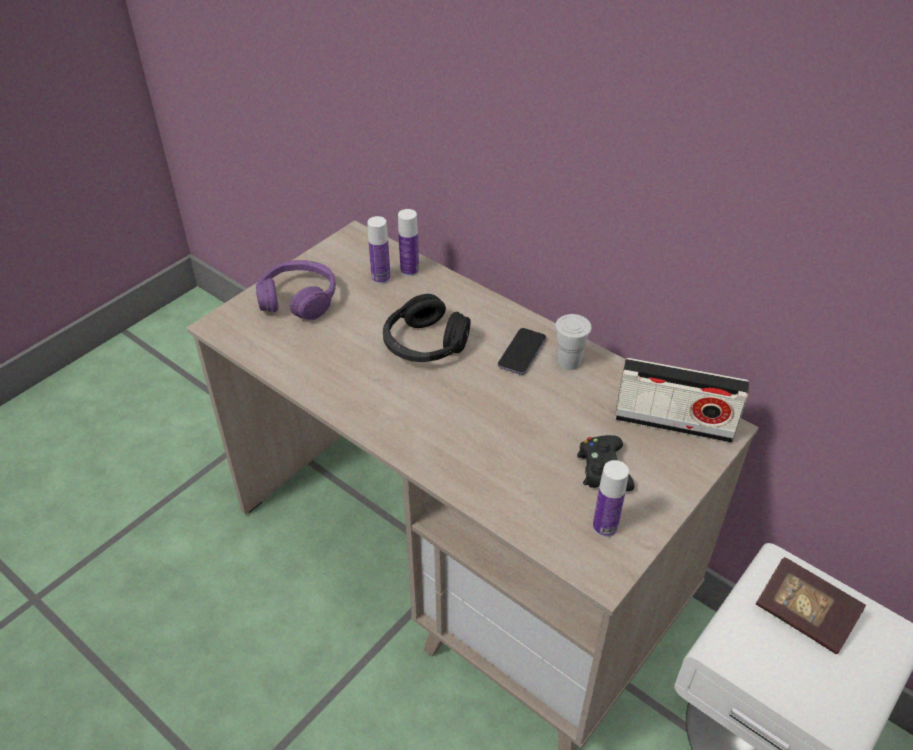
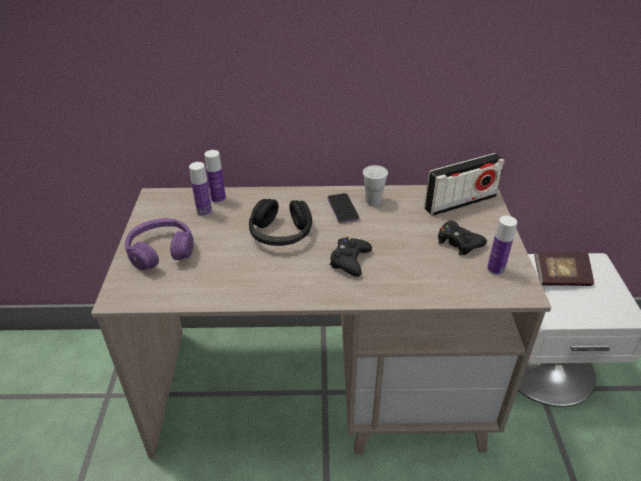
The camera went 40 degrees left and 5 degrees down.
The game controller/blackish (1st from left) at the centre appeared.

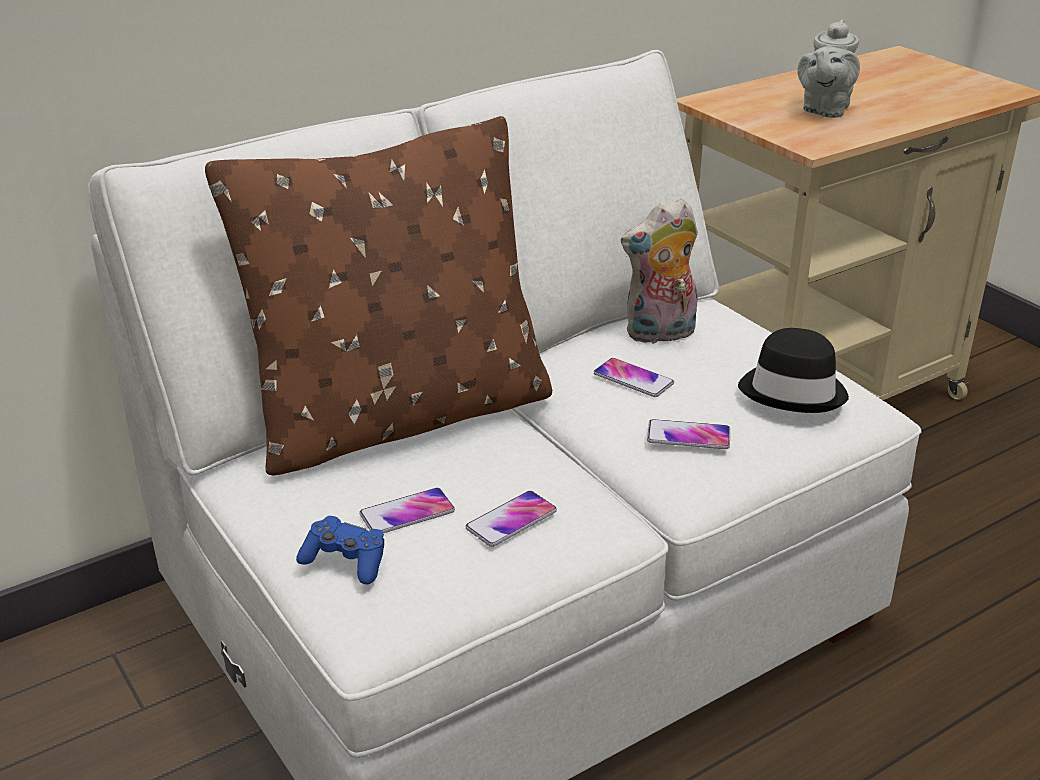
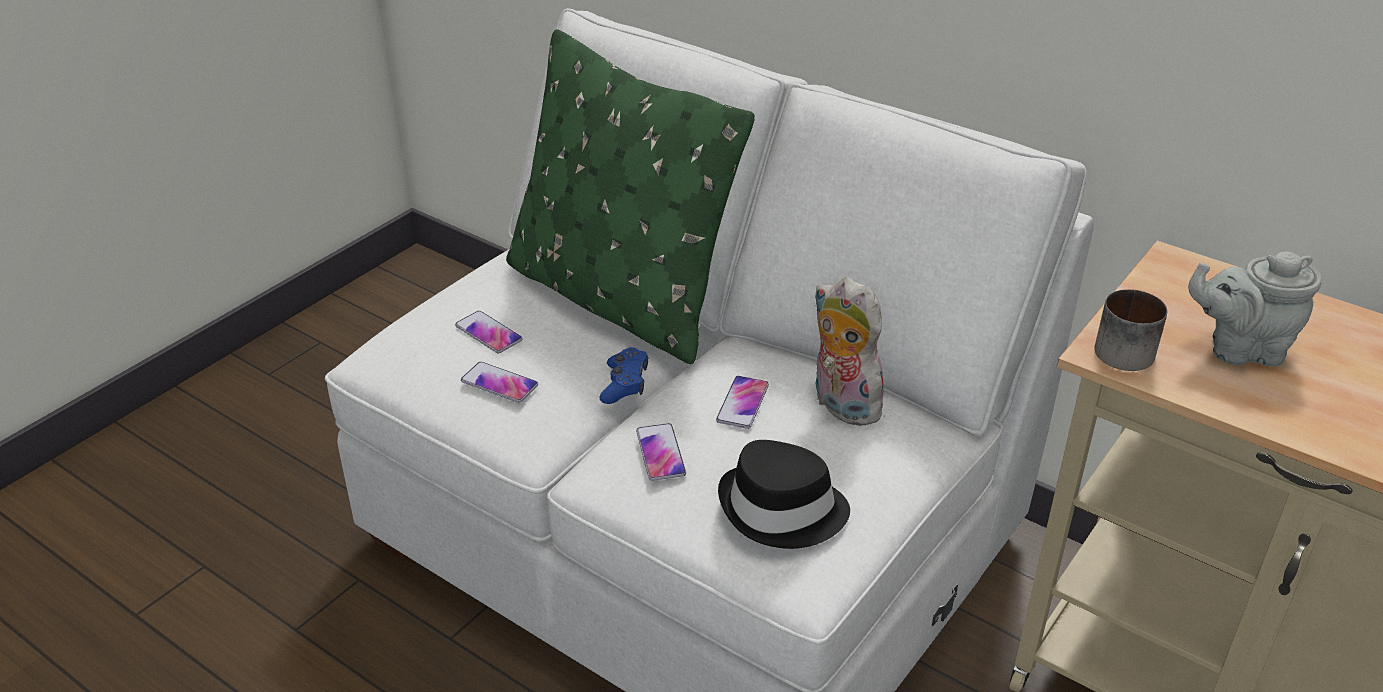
The camera went 70 degrees right and 5 degrees up.
The tea mug at the middle right appeared.
The game controller/bluish moved from the bottom left to the centre.
The pillow/brown-coloured at the centre became the pillow/greenish at the top centre.

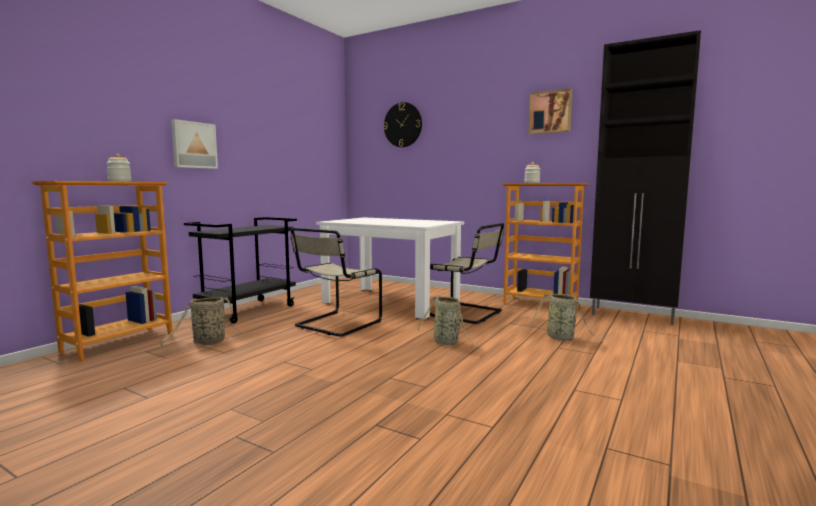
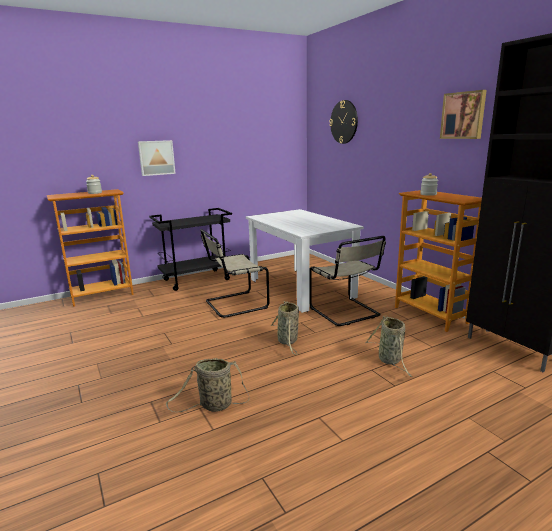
The camera went 30 degrees right and 10 degrees up.
The basket (1st from left) moved from the middle left to the bottom centre.

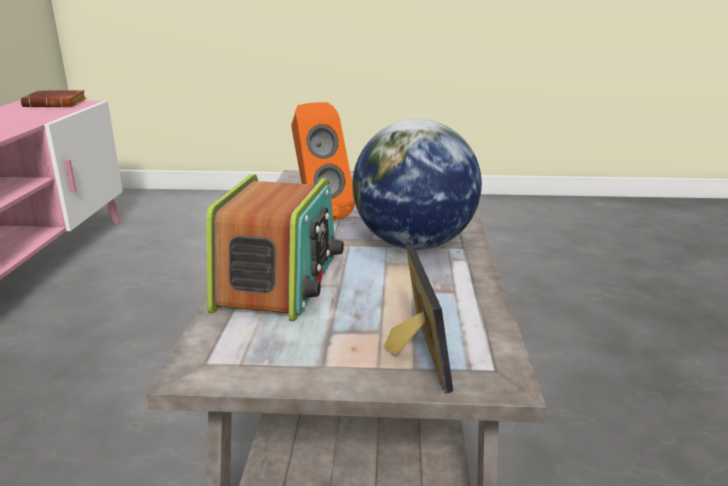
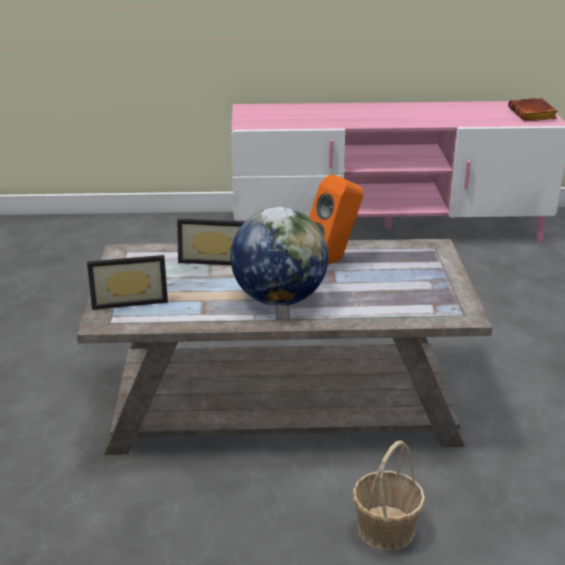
The camera went 85 degrees right and 5 degrees up.
The basket at the bottom right appeared.
The radio set at the centre was replaced by the standing frame (2nd from left) at the centre.

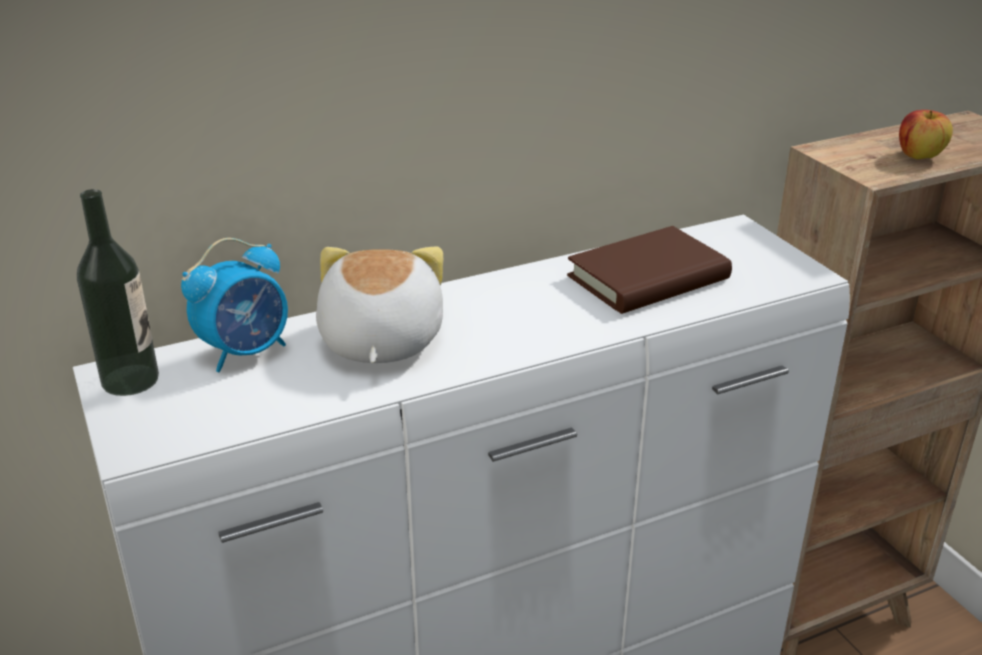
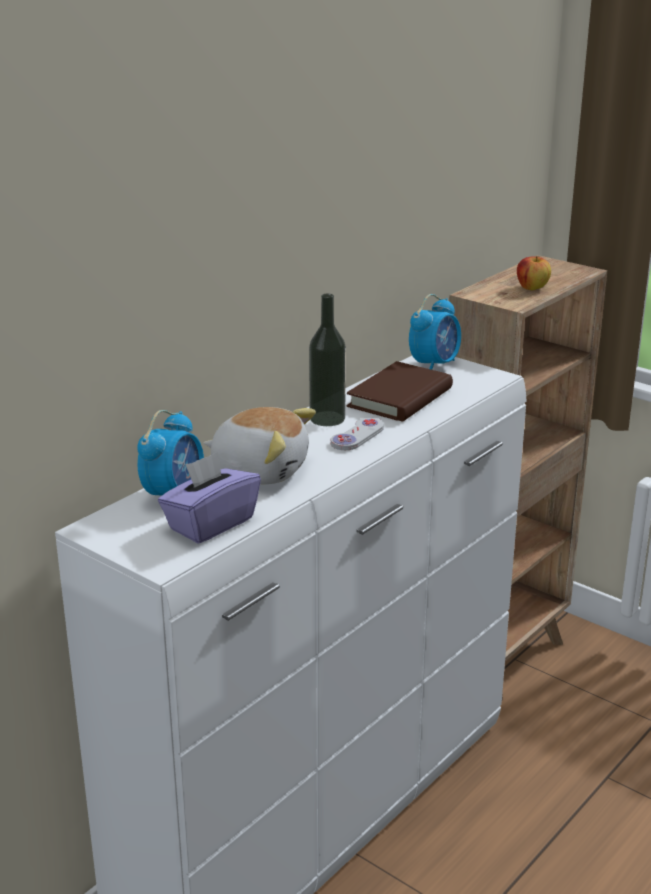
The camera went 25 degrees left and 5 degrees down.
The tissue holder/purple-coloured at the middle left appeared.
The game controller/whitish at the centre appeared.
The bedside clock (2nd from left) at the middle right appeared.
The bottle moved from the middle left to the centre.
The cuddly toy at the centre turned 135 degrees clockwise.

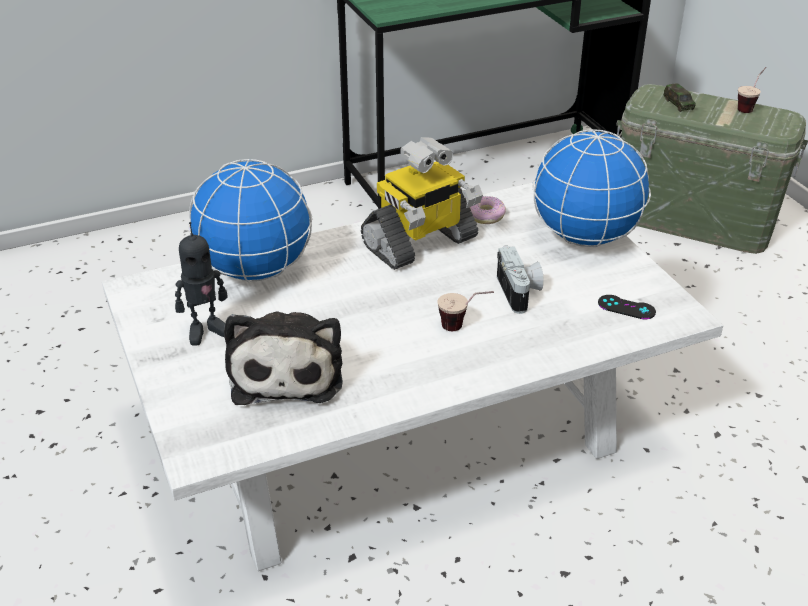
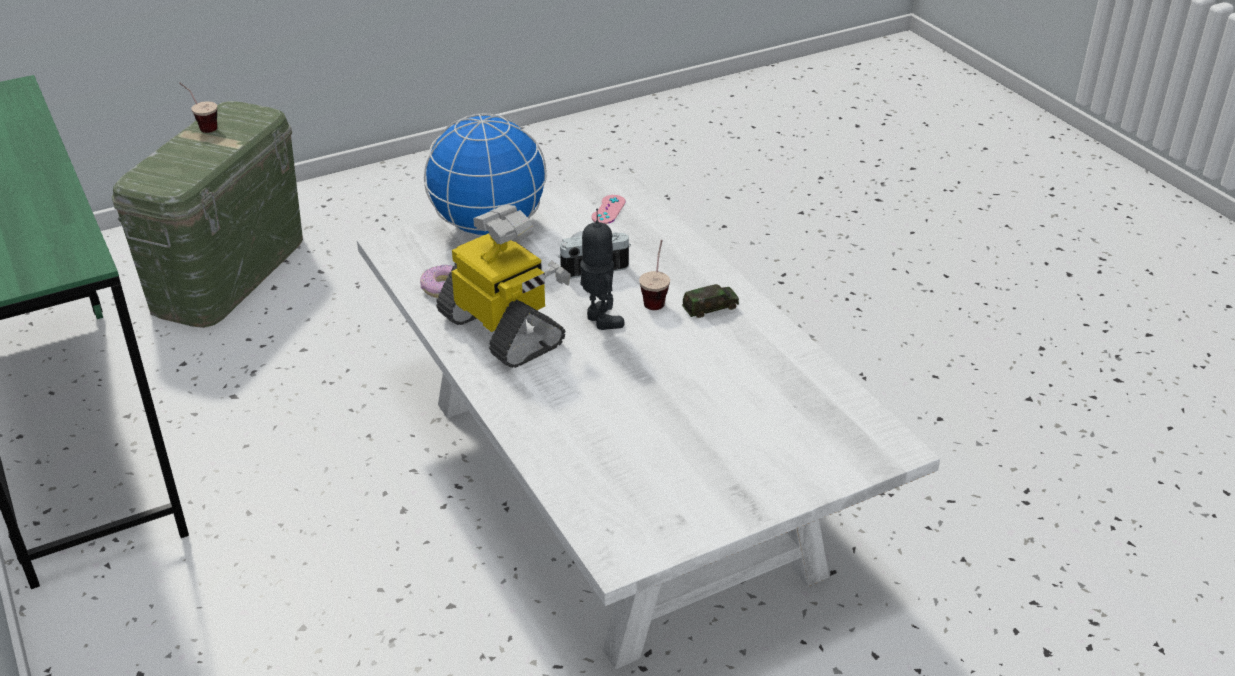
The camera went 95 degrees left and 0 degrees up.
The desk globe (1st from left) at the middle left disappeared.
The cuddly toy at the centre disappeared.
The toy robot (1st from left in the first image) moved from the middle left to the centre.
The miniature car moved from the top right to the centre.
The game controller/blackish at the middle right became the game controller/pink-coloured at the top centre.

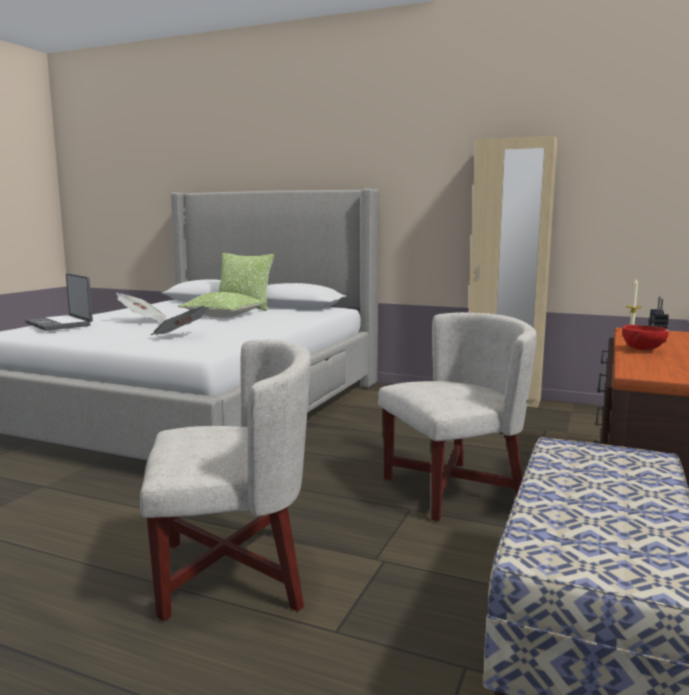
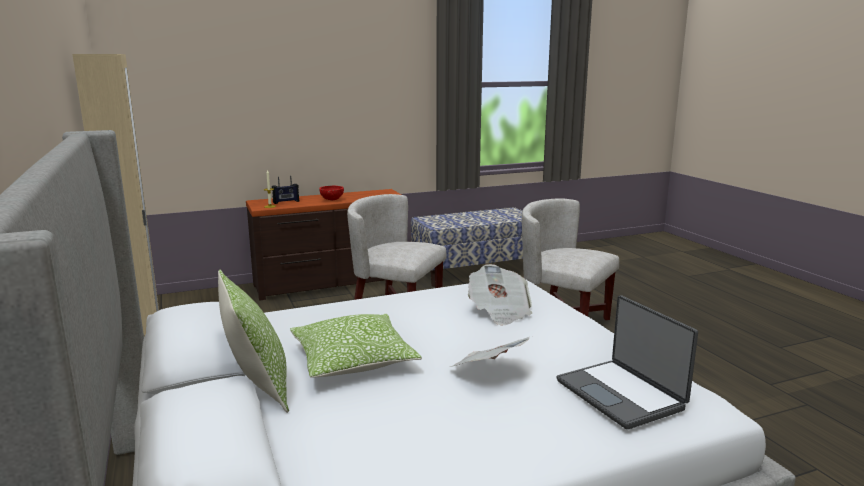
The camera went 135 degrees left and 5 degrees up.
The portable computer at the middle left turned 150 degrees clockwise.

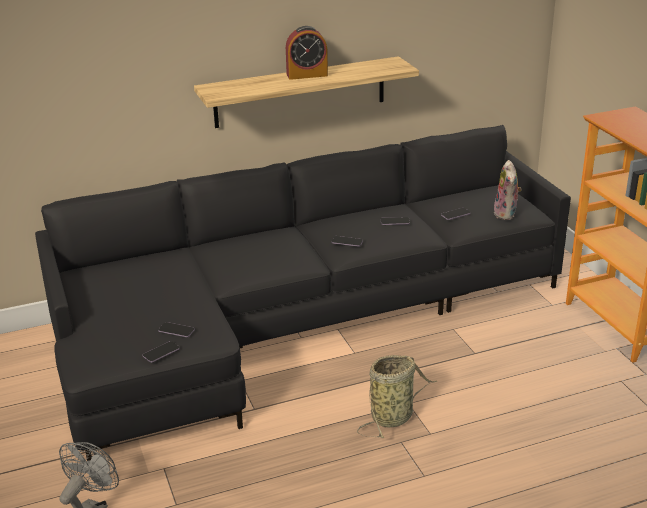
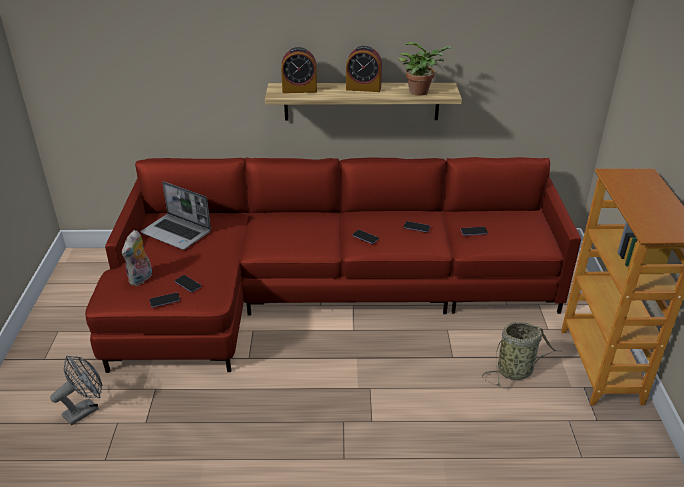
The camera went 20 degrees right and 5 degrees up.
The portable computer at the middle left appeared.
The bedside clock (1st from left) at the top centre appeared.
The potted plant at the top centre appeared.
The basket moved from the bottom centre to the bottom right.
The cuddly toy moved from the middle right to the middle left.
The sofa/blackish at the centre became the sofa/red at the centre.

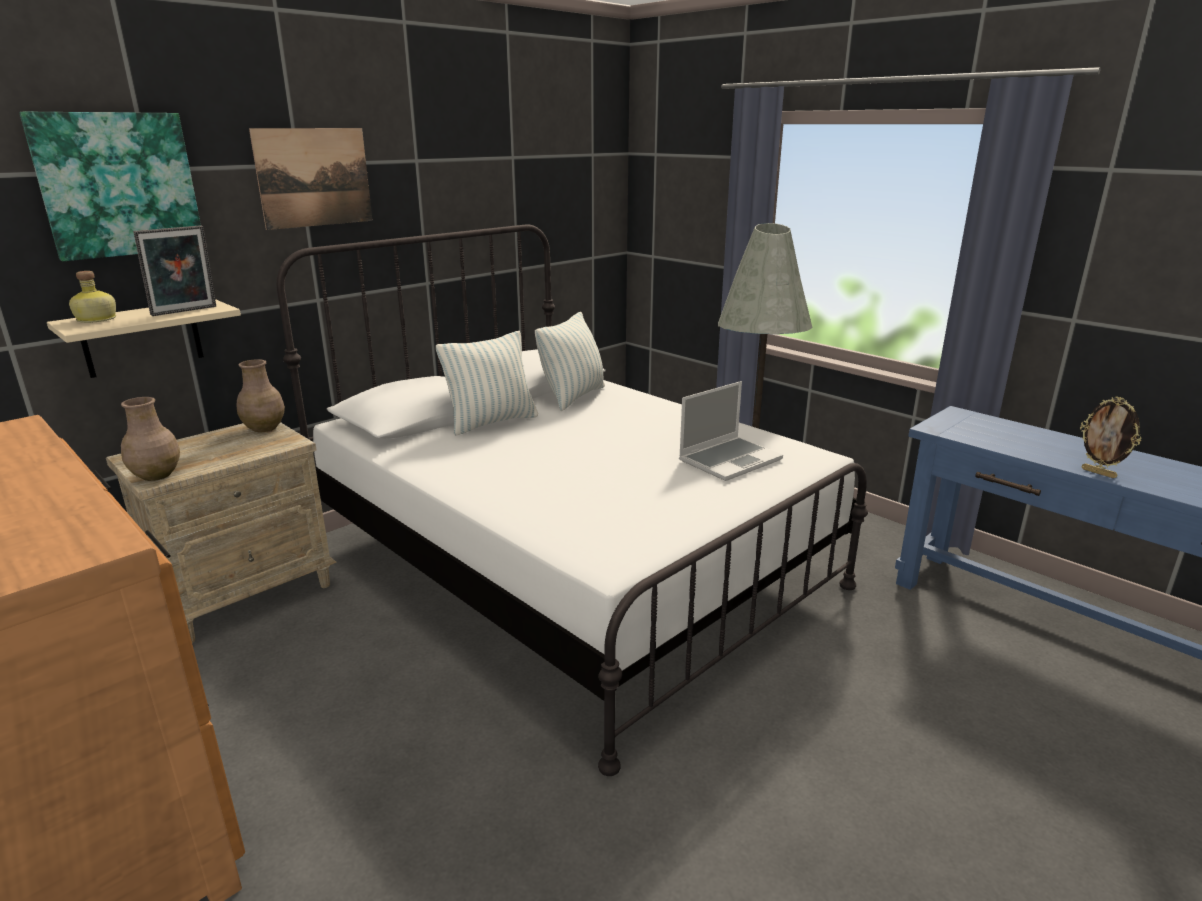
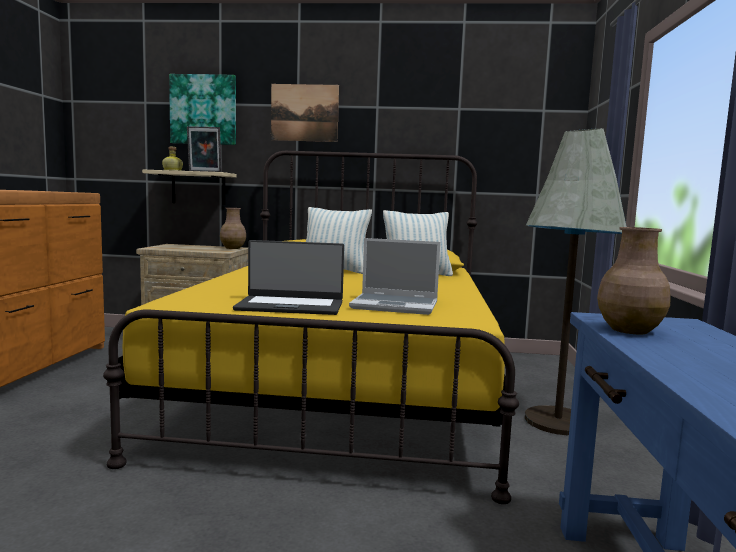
The camera went 50 degrees right and 15 degrees down.
The standing frame (2nd from left) at the middle right disappeared.
The portable computer (1st from left) at the centre appeared.
The vase/brown-coloured (1st from left in the first image) moved from the middle left to the middle right.
The bed/whitish at the centre became the bed/yellow-coloured at the centre.

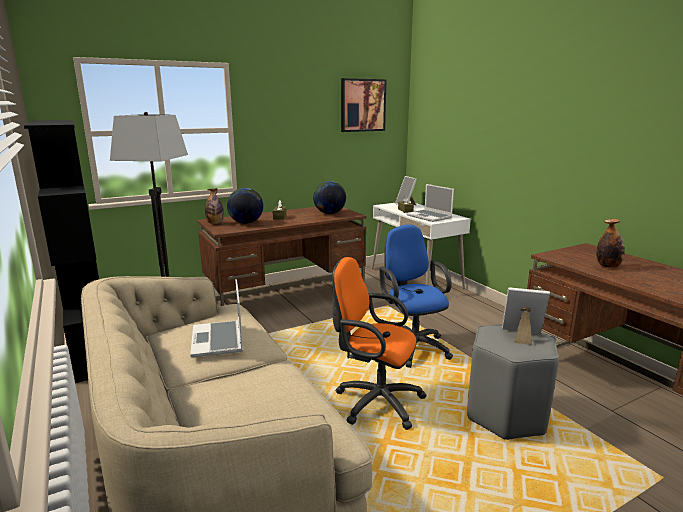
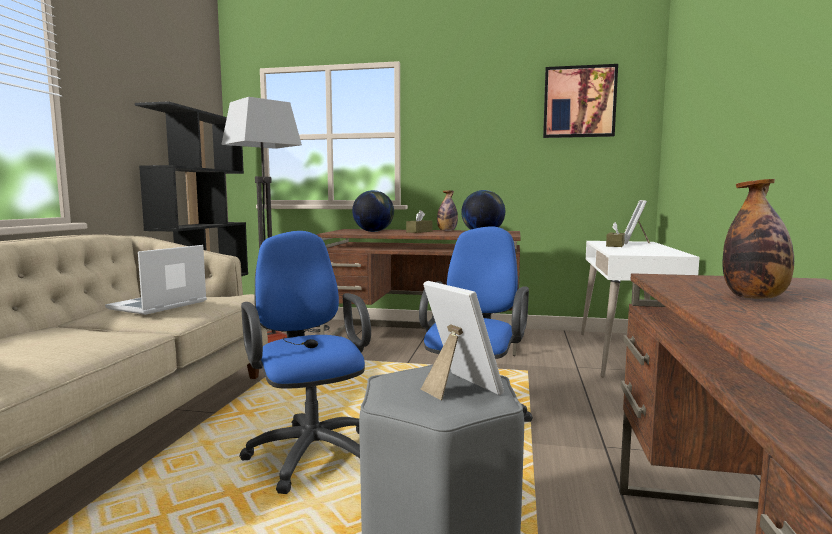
The camera went 40 degrees right and 10 degrees down.
The portable computer (2nd from left) at the centre disappeared.
The bottle (1st from left) moved from the middle left to the centre.
The computer chair/orange-coloured at the bottom centre became the computer chair/bluish (1st from left) at the bottom centre.

